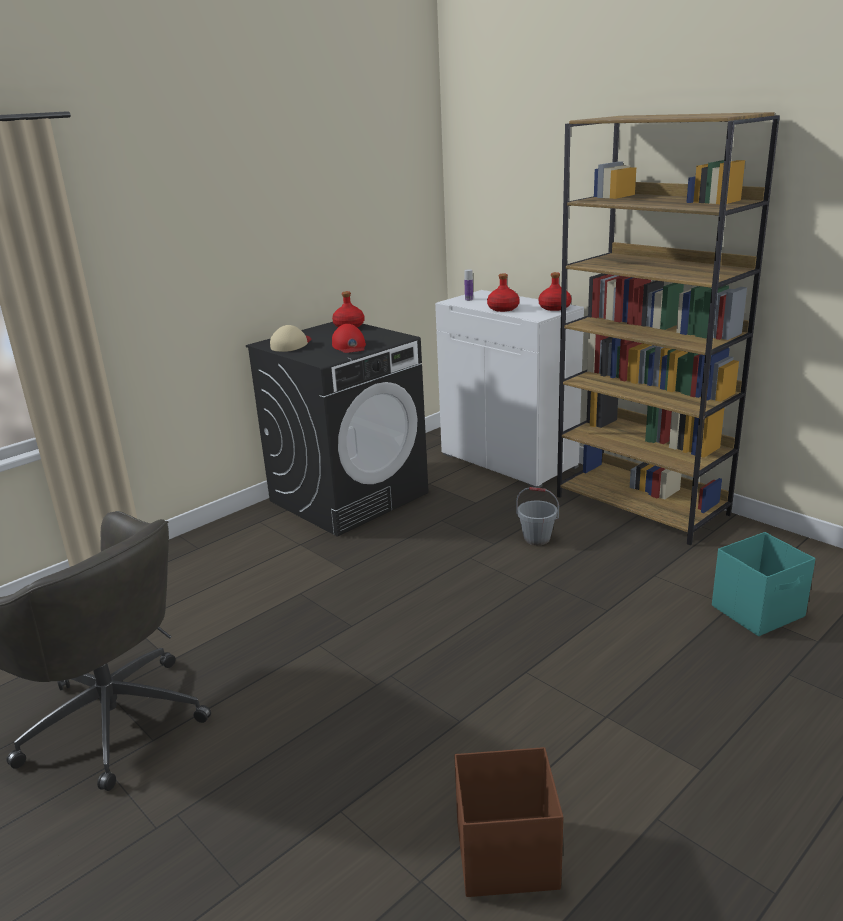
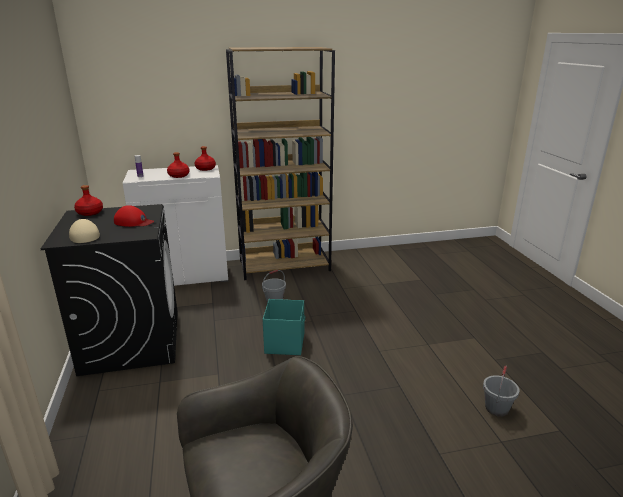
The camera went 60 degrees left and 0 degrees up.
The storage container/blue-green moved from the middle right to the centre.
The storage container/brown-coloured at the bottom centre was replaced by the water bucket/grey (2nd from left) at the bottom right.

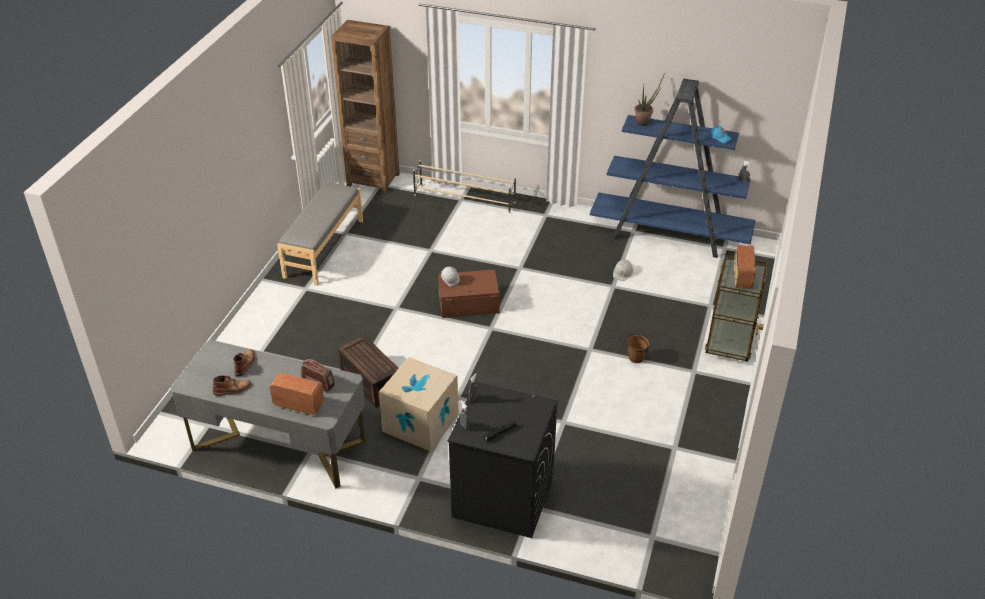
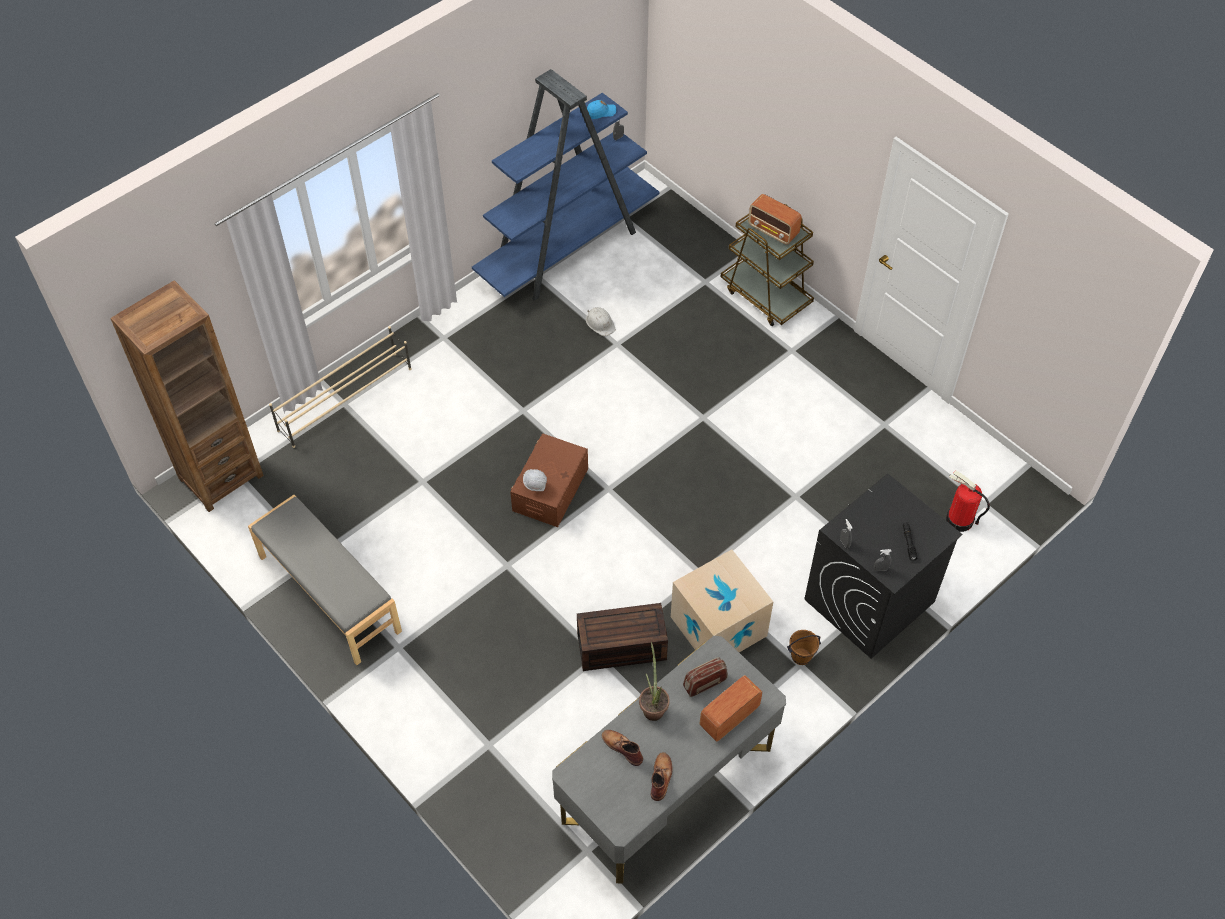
The camera went 60 degrees left and 15 degrees up.
The fire extinguisher at the middle right appeared.
The water bucket/brown-coloured moved from the centre to the bottom centre.
The potted plant moved from the top centre to the bottom centre.

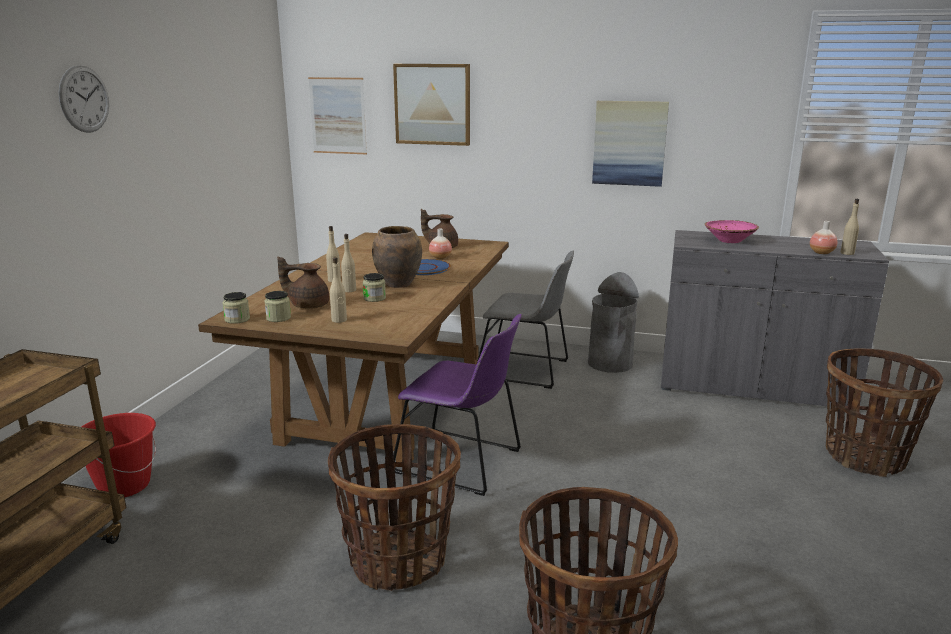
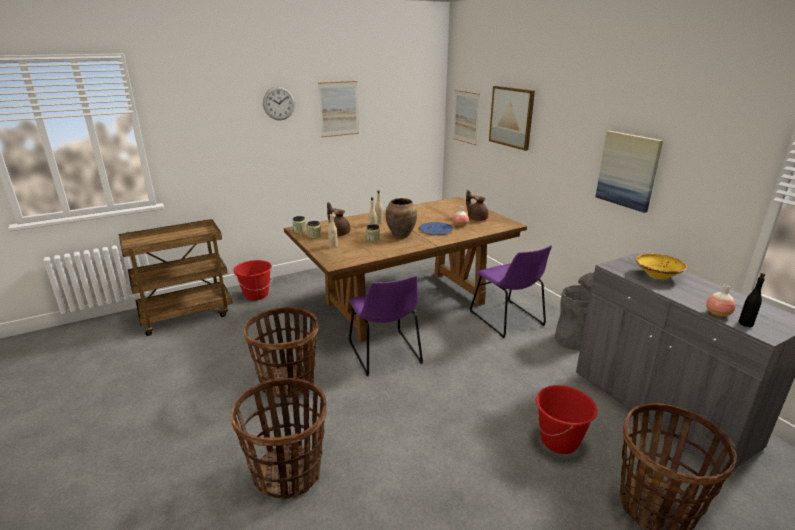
The camera went 45 degrees right and 5 degrees up.
The wall art (1st from left) at the top centre appeared.
The water bucket/red (2nd from left) at the bottom right appeared.
The plain chair/grey at the centre became the plain chair/purple-coloured (2nd from left) at the centre.
The bowl/pink-coloured at the middle right became the bowl/yellow-coloured at the middle right.
The bottle/sand-coloured (4th from left) at the middle right became the bottle/blackish at the middle right.

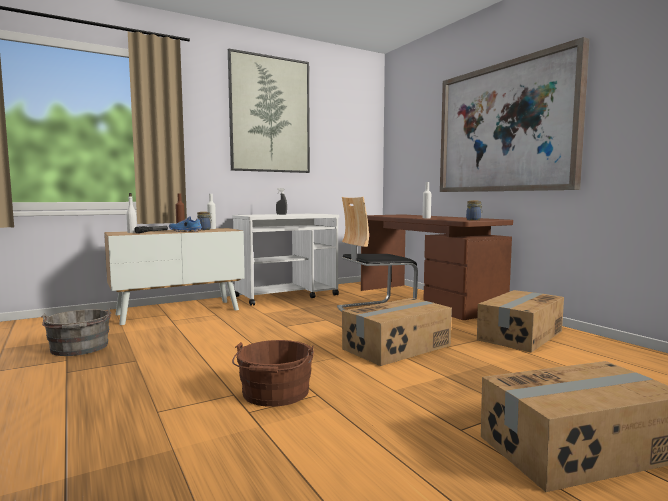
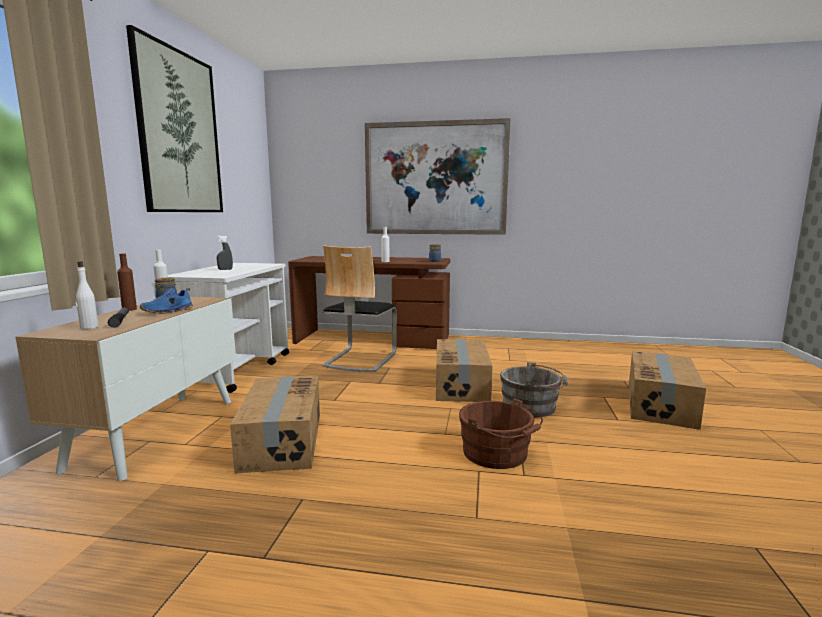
The camera went 50 degrees left and 5 degrees up.
The water bucket/grey moved from the middle left to the centre.
The carton (2nd from left in the first image) moved from the middle right to the bottom centre.

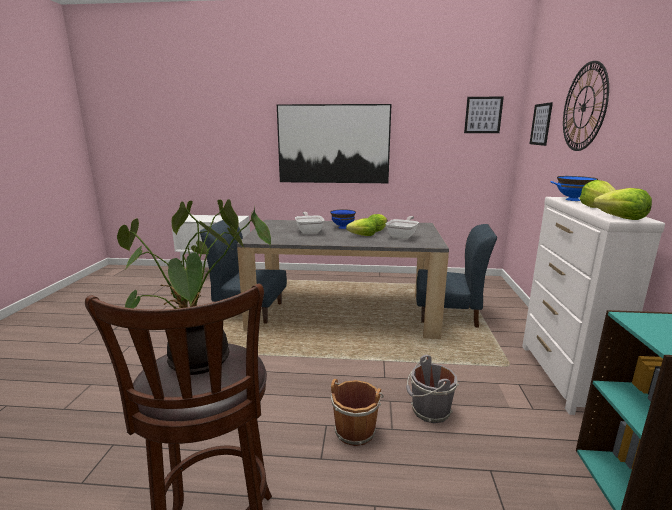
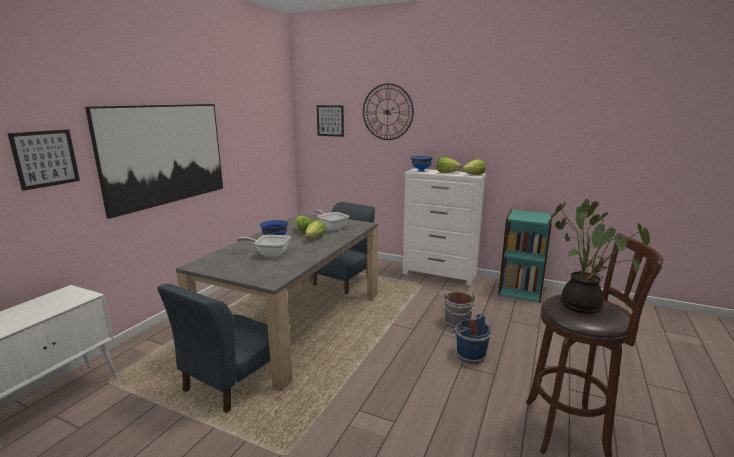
The camera went 70 degrees left and 0 degrees up.
The wall art (2nd from left in the first image) moved from the top right to the middle left.
The water bucket/brown-coloured at the bottom centre became the water bucket/bluish at the bottom centre.

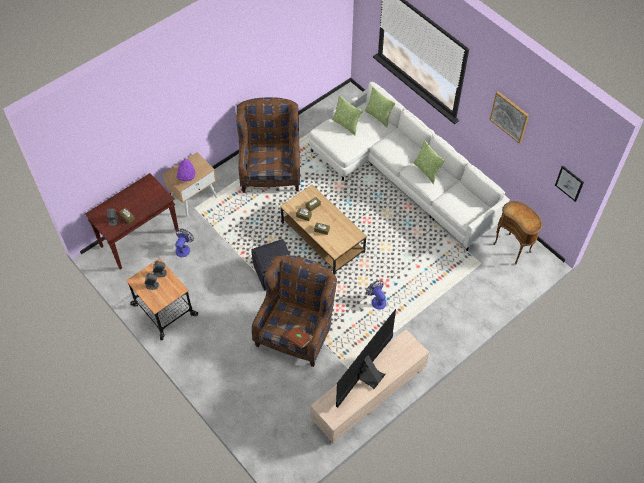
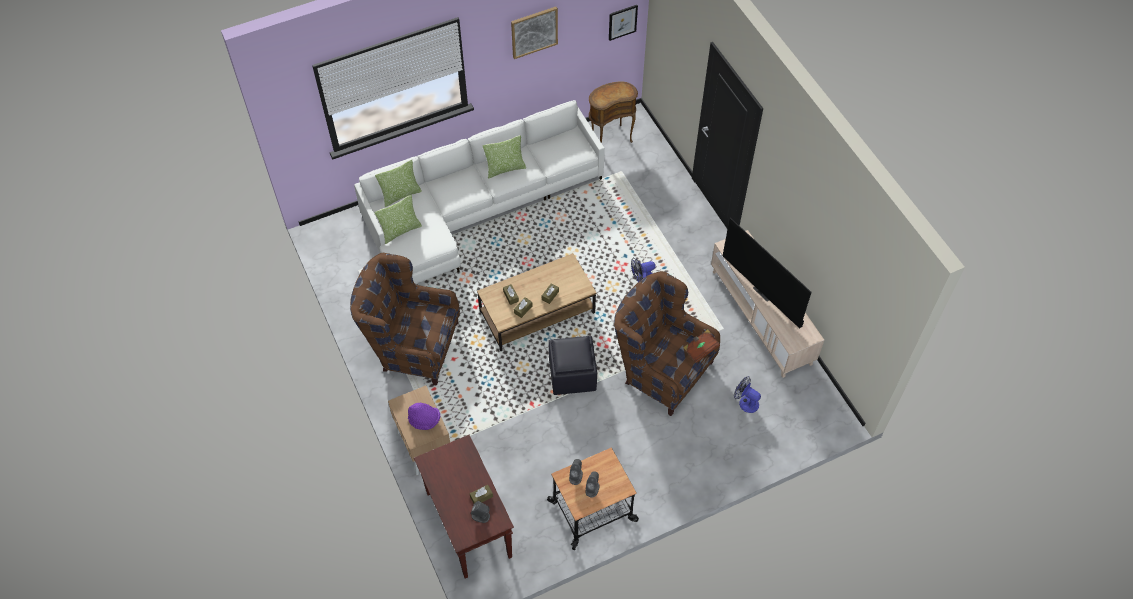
The camera went 75 degrees left and 0 degrees up.
The cooling fan (1st from left in the first image) moved from the middle left to the centre.

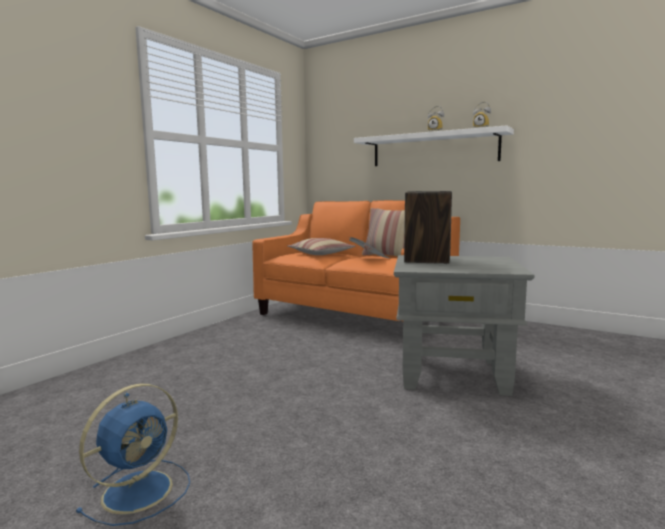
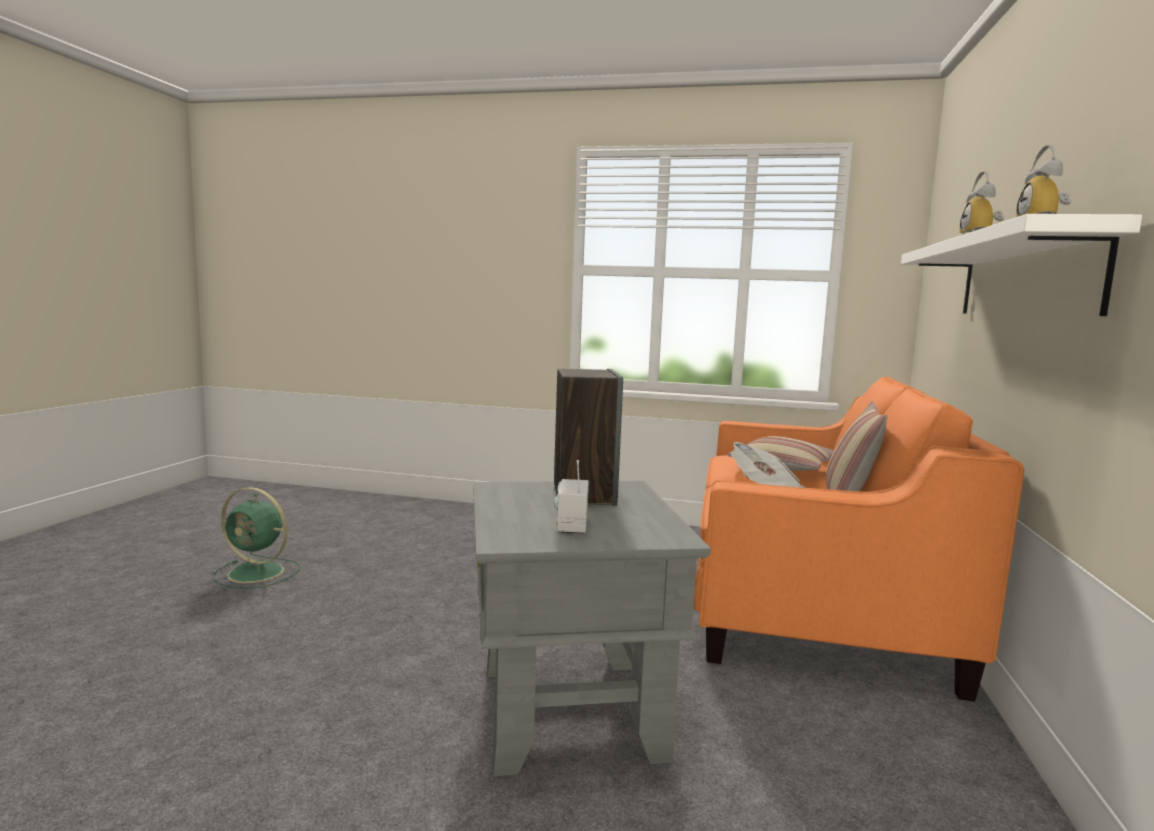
The camera went 70 degrees right and 0 degrees up.
The radio set at the centre appeared.
The cooling fan/bluish at the bottom left became the cooling fan/greenish at the middle left.

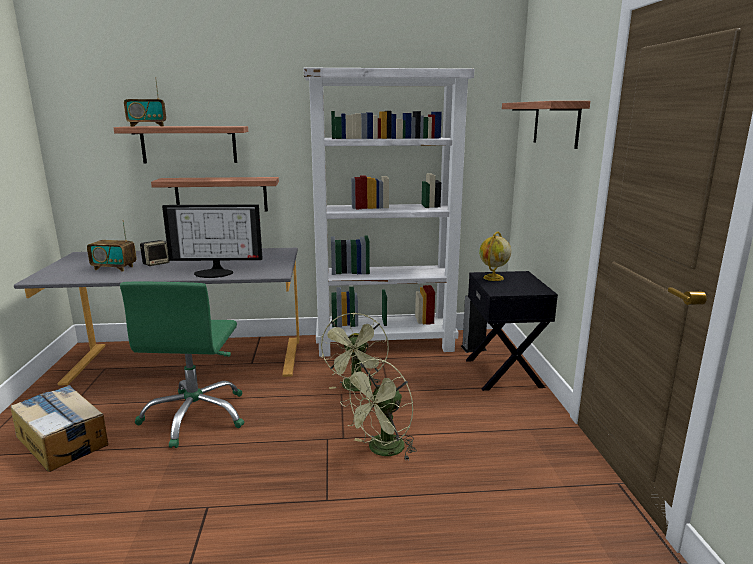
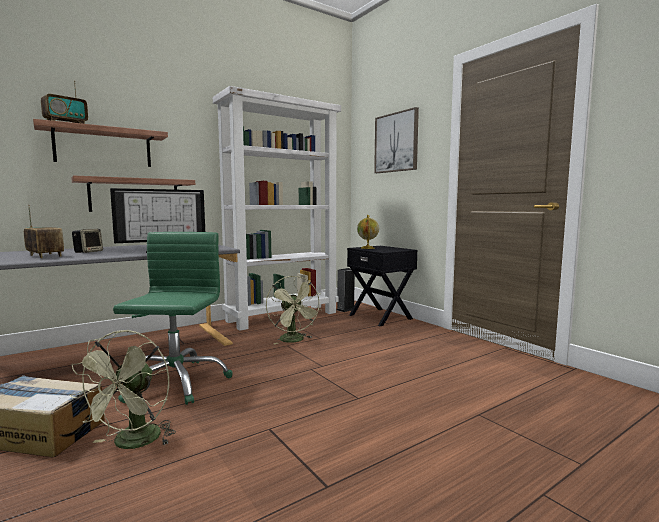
The camera went 30 degrees left and 10 degrees down.
The cooling fan/greenish (2nd from left in the first image) moved from the bottom centre to the bottom left.
The wall shelf (3rd from left) at the top right was replaced by the wall art at the top centre.
The radio set (1st from left) at the middle left turned 120 degrees counterclockwise.
The computer chair/greenish at the middle left turned 150 degrees counterclockwise.

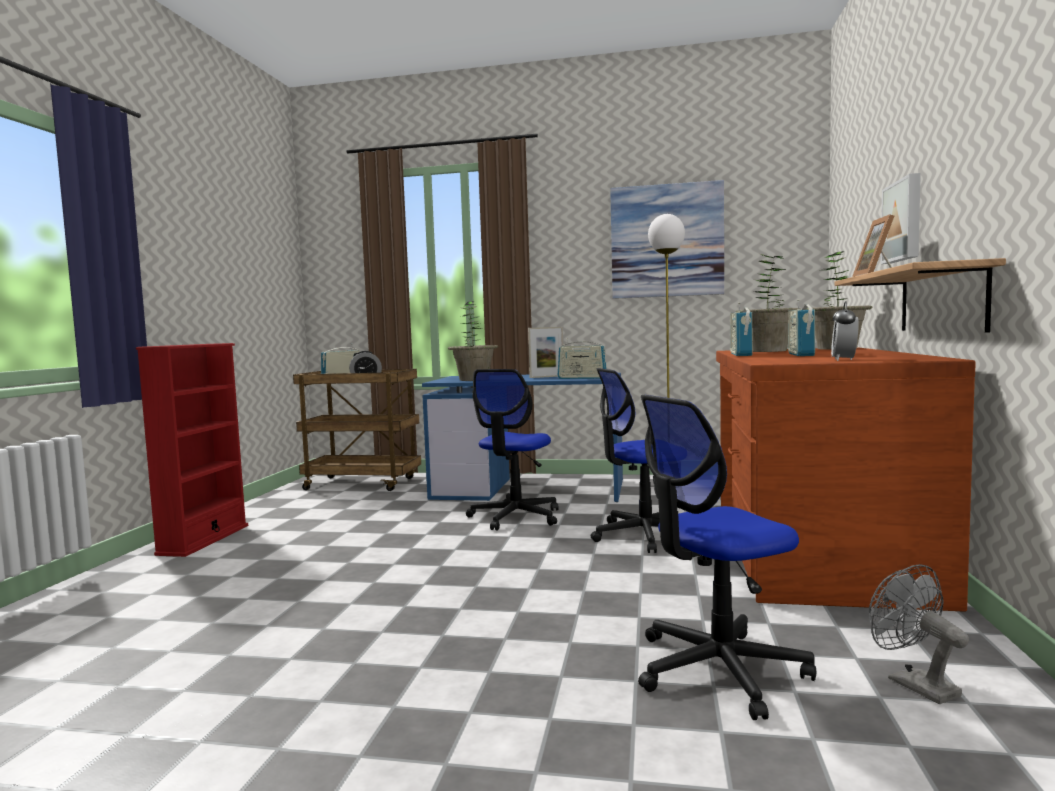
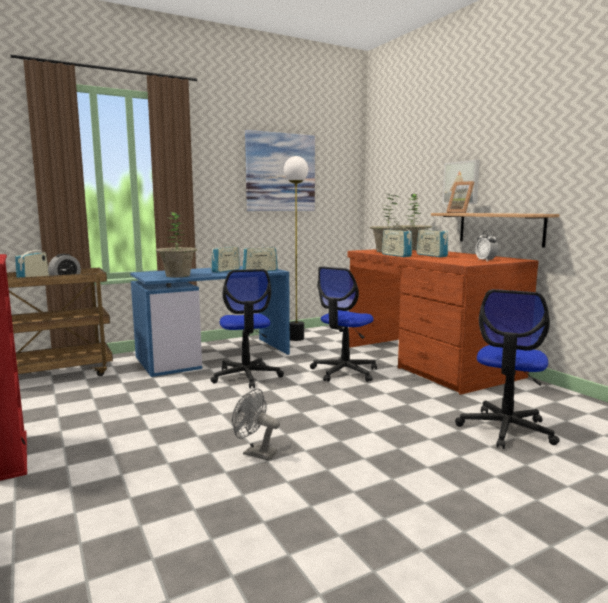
The camera went 40 degrees left and 5 degrees up.
The cooling fan/grey moved from the bottom right to the bottom centre.
The standing frame (1st from left) at the centre was replaced by the radio set (2nd from left) at the centre.

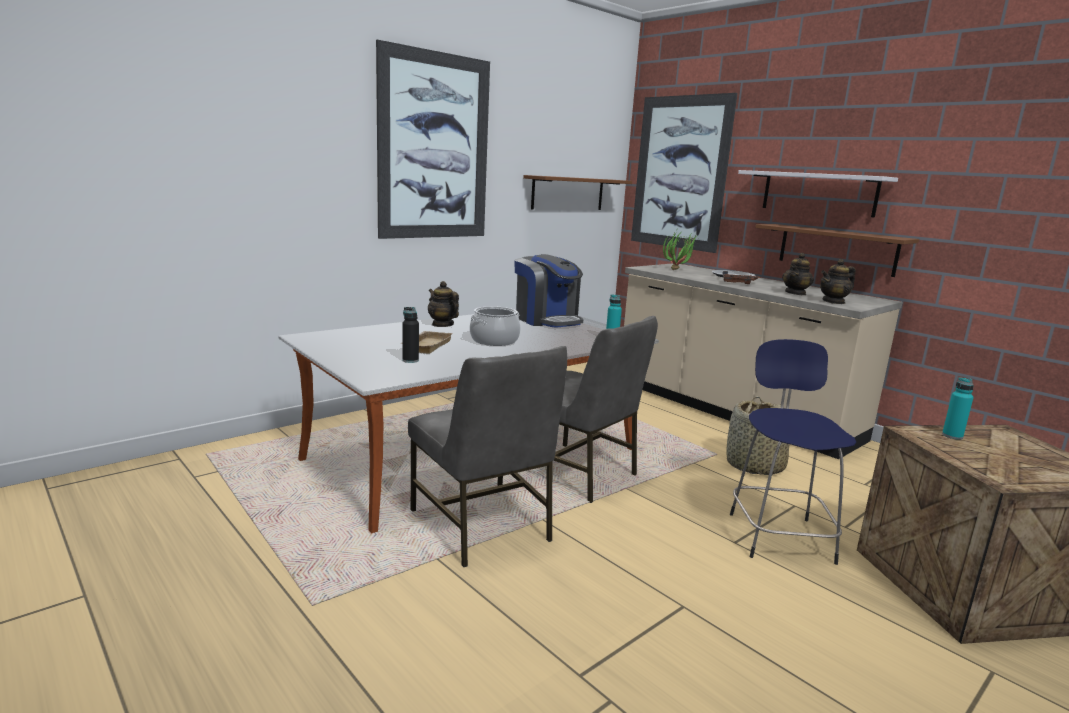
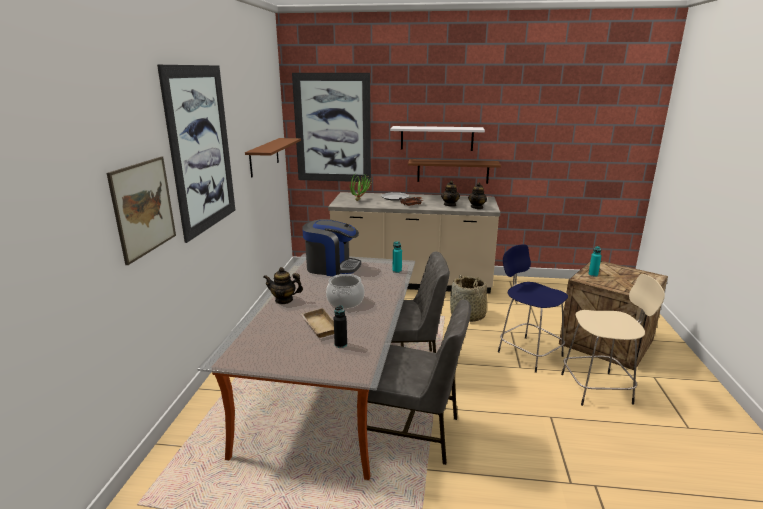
The camera went 40 degrees left and 5 degrees up.
The wall art (1st from left) at the middle left appeared.
The stool/sand-coloured at the bottom right appeared.

